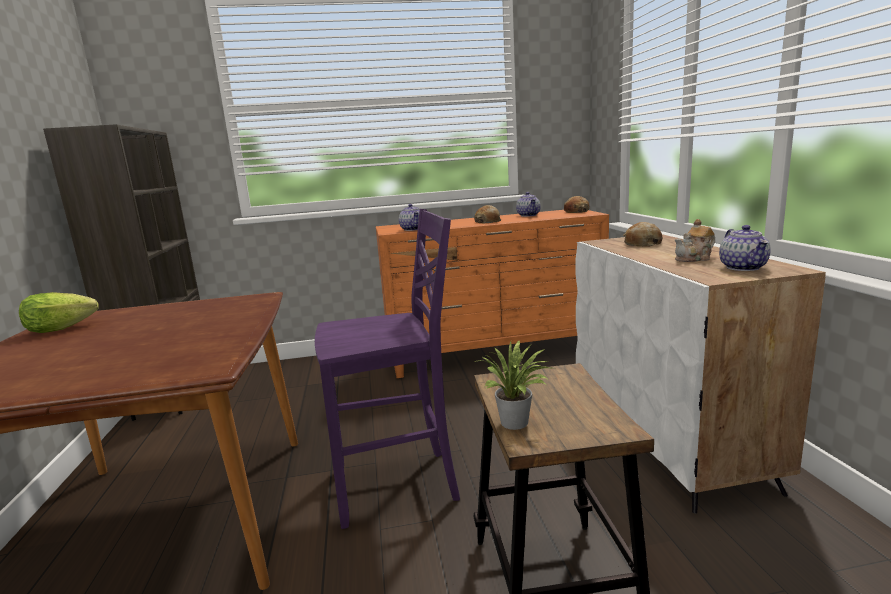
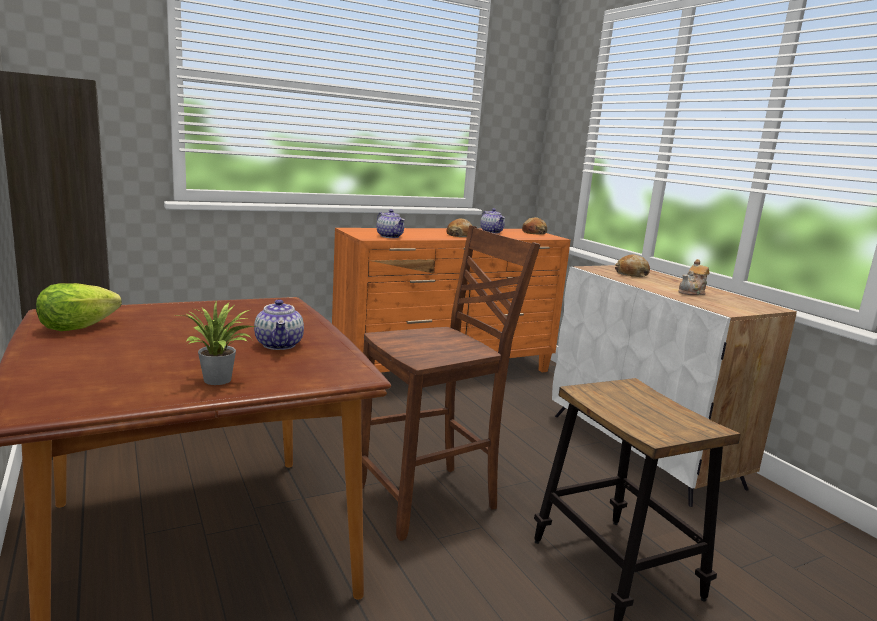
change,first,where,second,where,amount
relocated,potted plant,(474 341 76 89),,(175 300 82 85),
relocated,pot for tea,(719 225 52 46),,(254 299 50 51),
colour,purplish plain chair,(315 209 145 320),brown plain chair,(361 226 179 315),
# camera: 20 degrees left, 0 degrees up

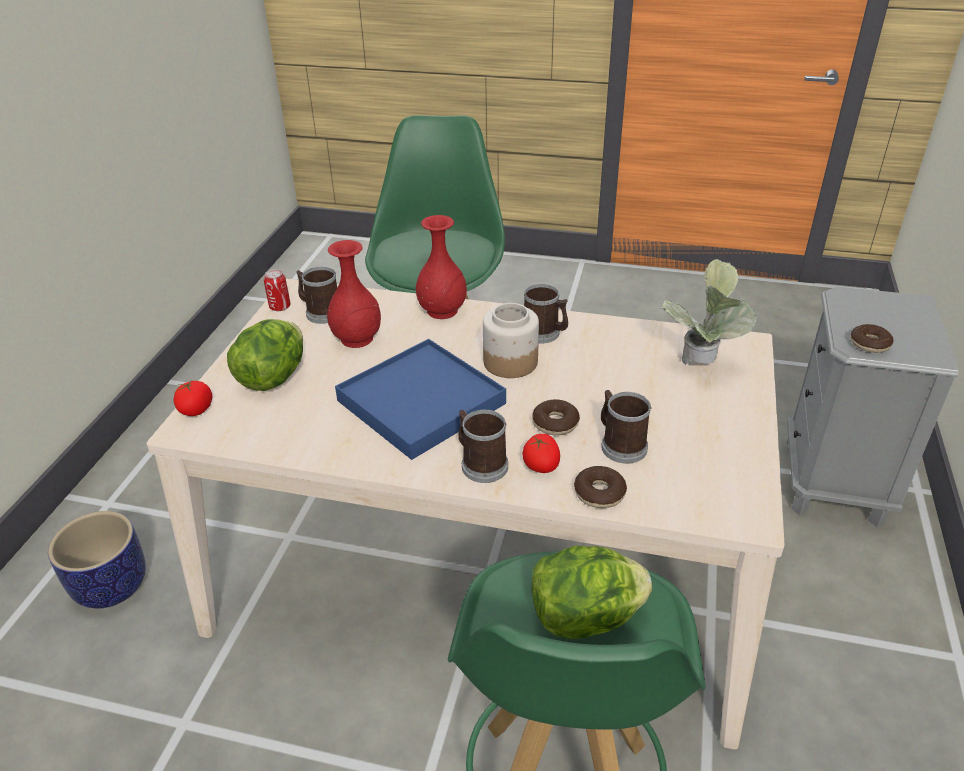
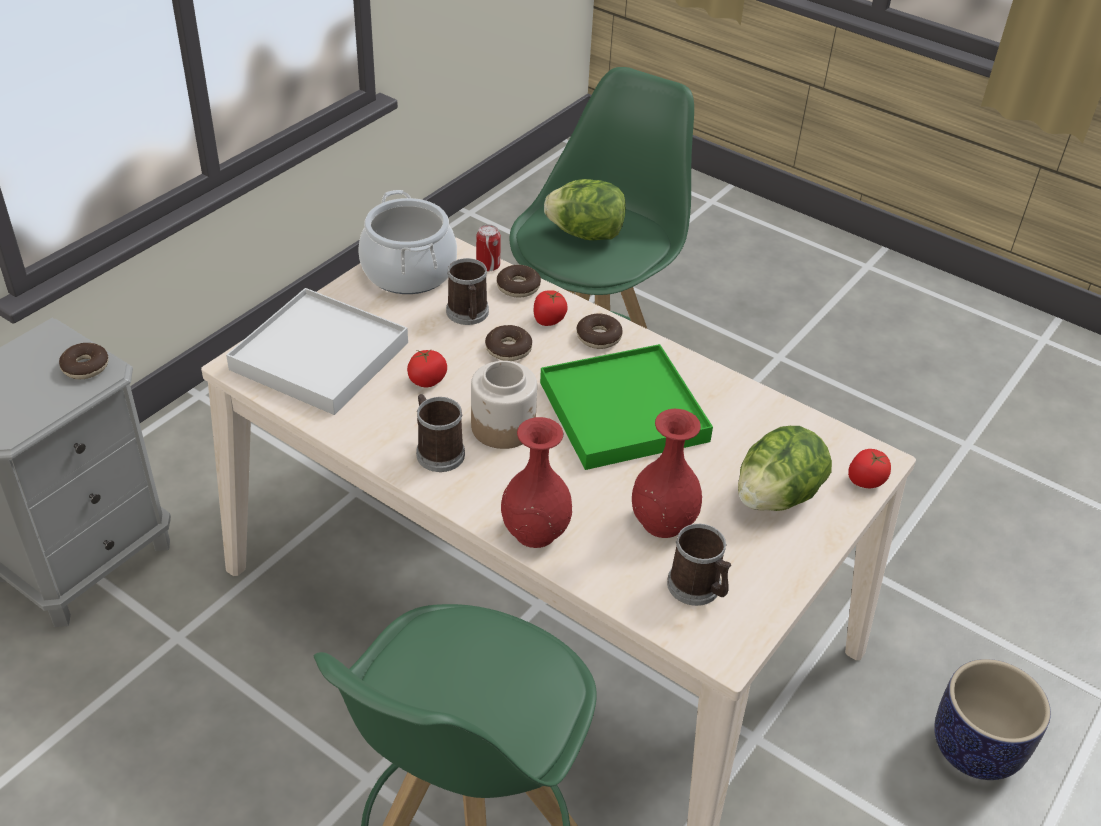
change,first,where,second,where,amount
appeared,,,saucepot,(358 190 99 104),
appeared,,,fresh tomato,(407 350 40 37),
relocated,sealed can,(264 269 26 42),,(476 225 25 46),
exchanged,coffee mug,(458 410 50 73),ring doughnut,(576 313 46 36),
exchanged,potted plant,(661 259 95 106),whitish carrying tray,(226 288 182 127),
colour,blue-coloured carrying tray,(335 339 171 121),green carrying tray,(540 344 173 126),
# camera: 160 degrees left, 5 degrees up

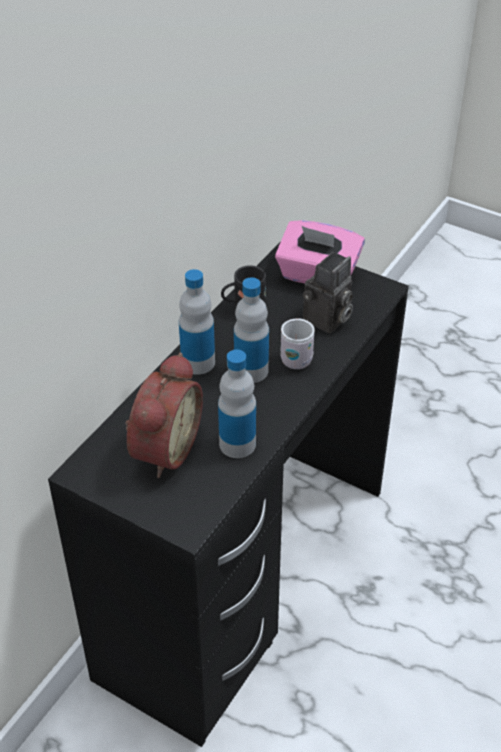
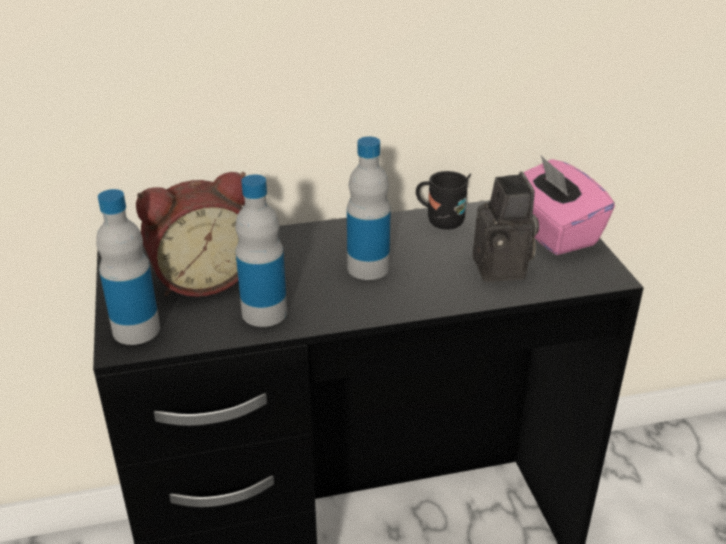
change,first,where,second,where,amount
missing,whitish coffee mug,(280 318 35 51),,,
relocated,drink bottle,(179 269 36 106),,(96 189 64 156),
spun,still camera,(303 252 50 81),,(473 172 66 110),90 degrees counterclockwise
# camera: 45 degrees right, 10 degrees down

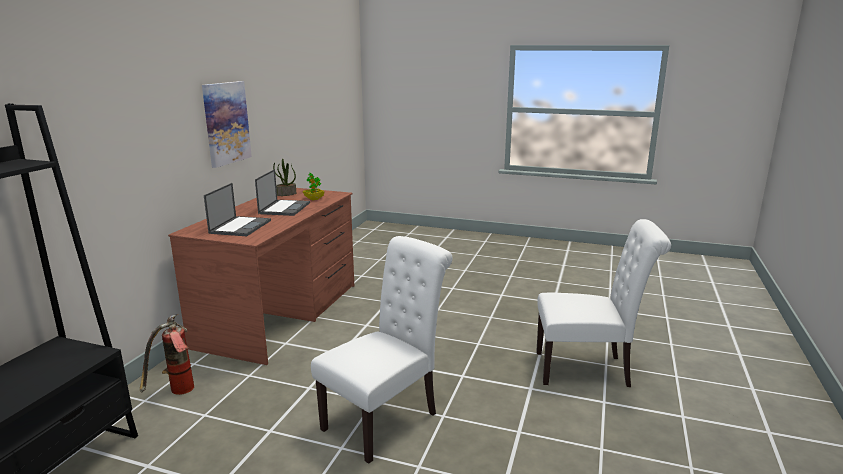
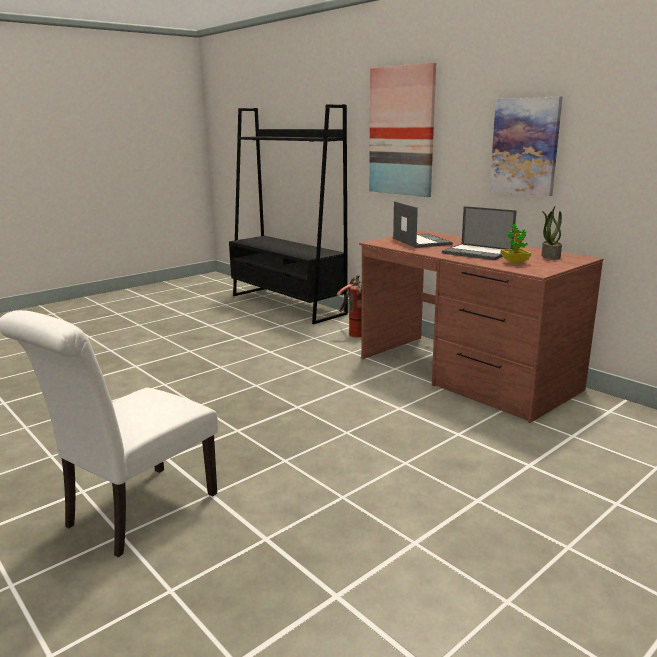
change,first,where,second,where,amount
missing,whitish plain chair,(311 236 142 228),,,
appeared,,,wall art,(369 62 67 135),
spun,laptop,(204 183 67 53),,(393 201 60 47),150 degrees counterclockwise
# camera: 120 degrees right, 0 degrees up

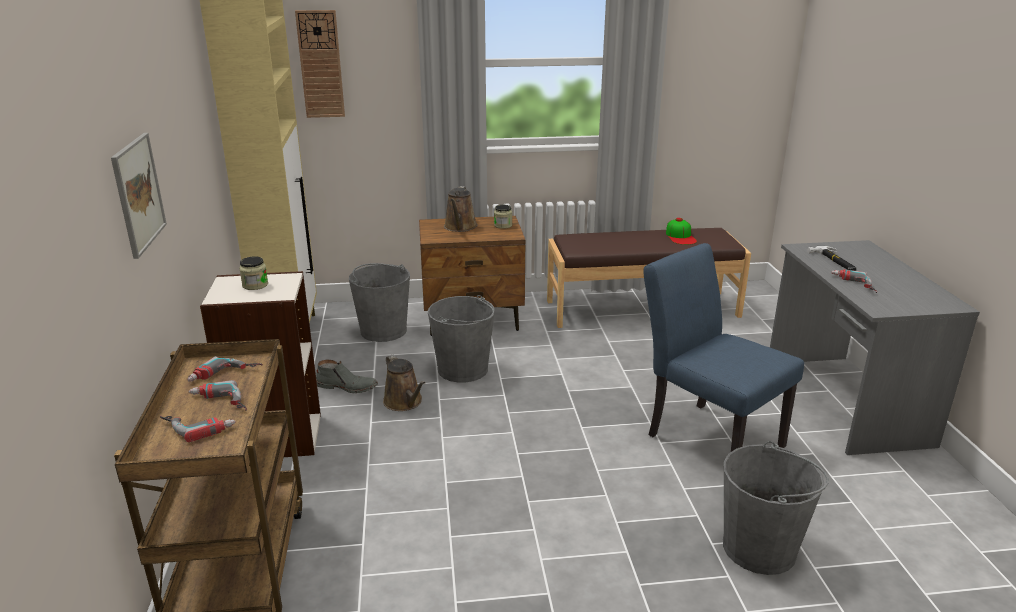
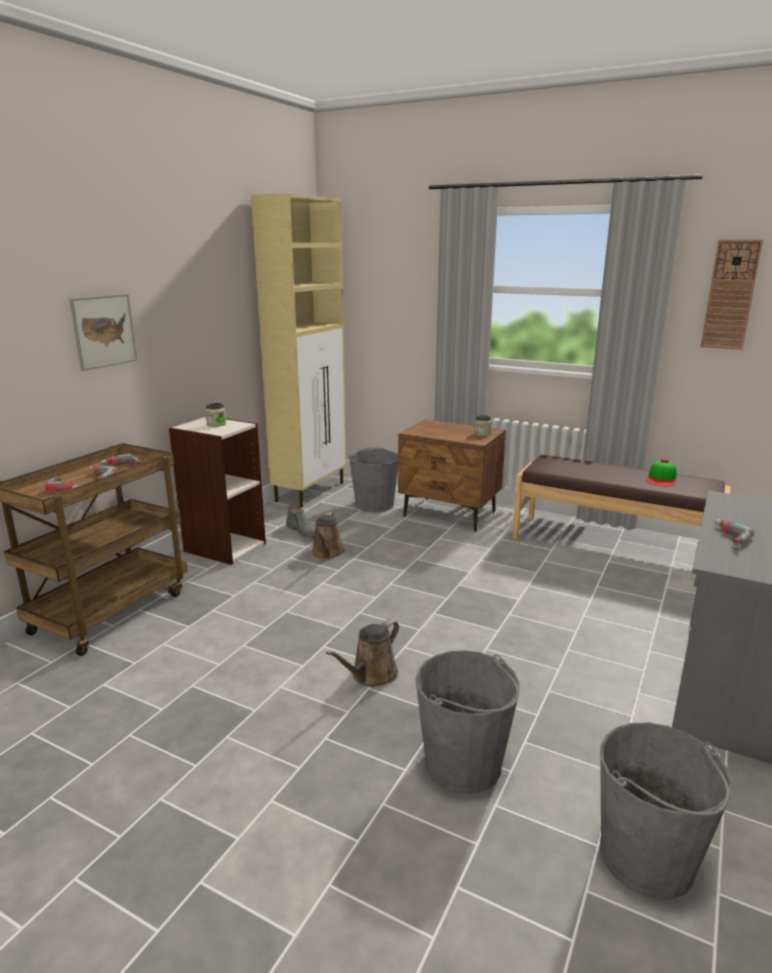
change,first,where,second,where,amount
missing,blue-coloured plain chair,(644 243 160 209),,,
missing,hand hammer,(807 246 50 25),,,
relocated,clock on the wall,(295 10 50 108),,(701 240 62 110),
relocated,grey water bucket,(428 295 67 87),,(600 722 133 178),
relocated,brown sprinkling can,(444 186 34 46),,(326 619 73 68),
# camera: 35 degrees right, 5 degrees down

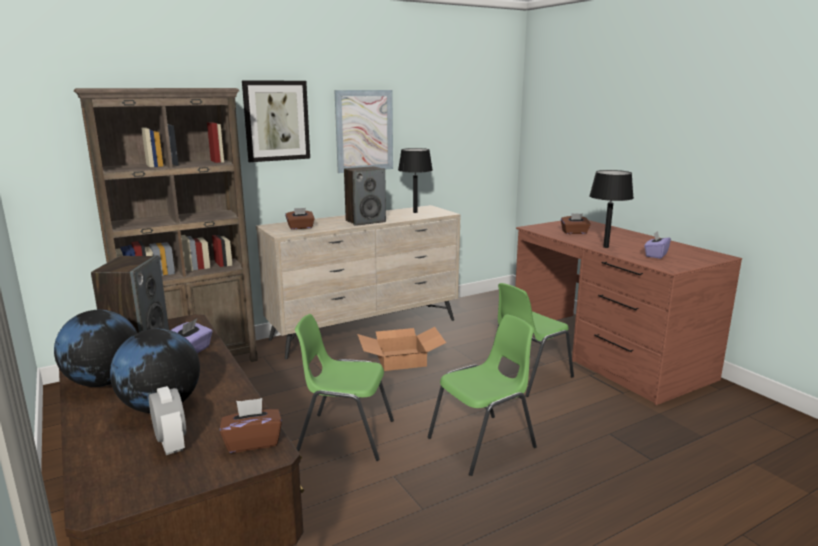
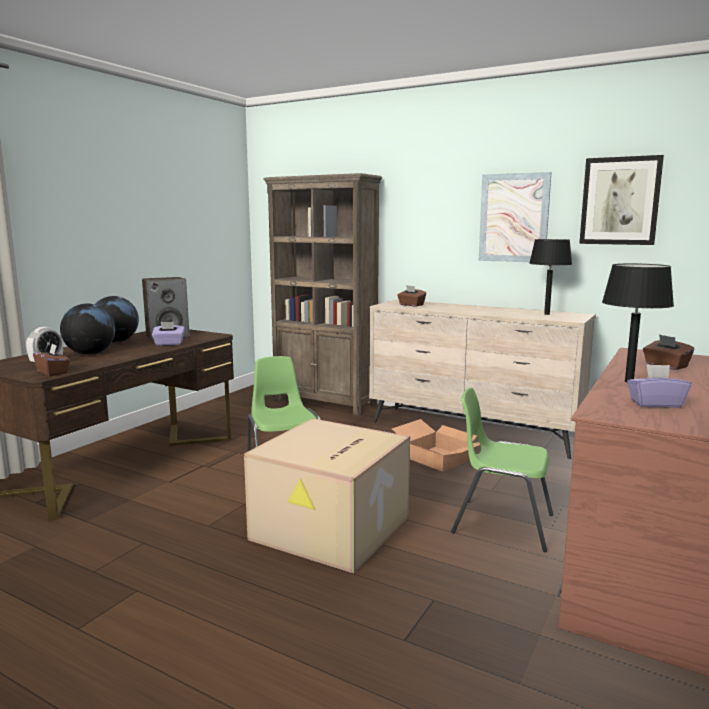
change,first,where,second,where,amount
missing,speaker,(344 166 42 60),,,
relocated,wall art,(242 81 68 81),,(579 155 85 90),
exchanged,green plain chair,(428 314 109 162),carton,(244 418 166 156),
# camera: 60 degrees right, 5 degrees down

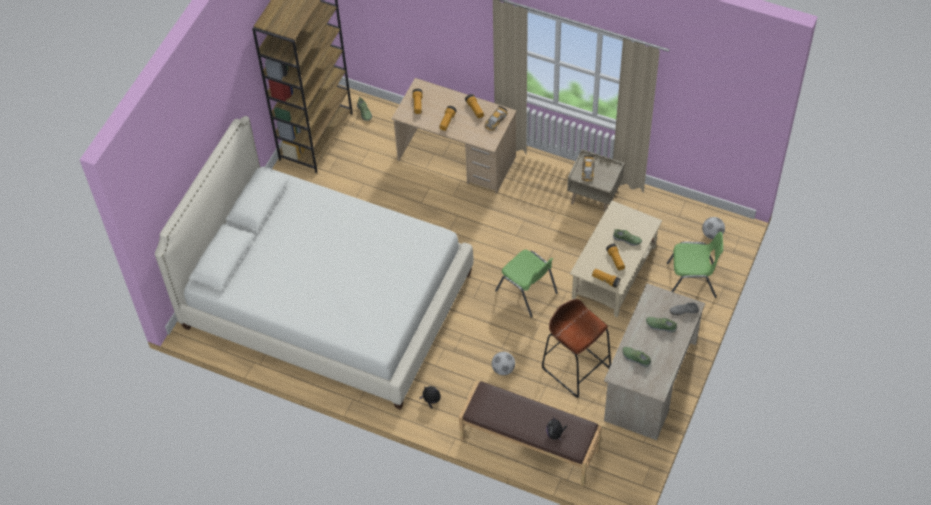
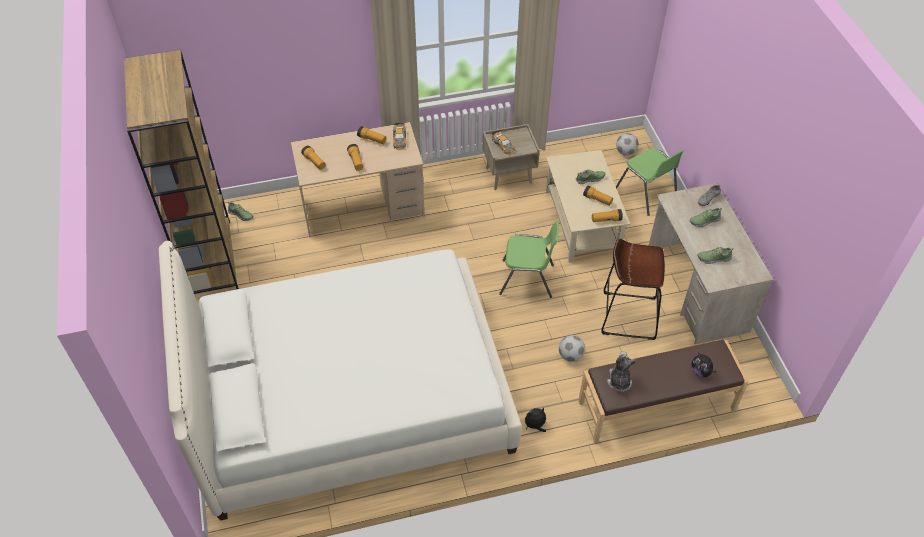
change,first,where,second,where,amount
appeared,,,plush toy,(607 351 29 42),
spun,green plain chair,(667 232 56 66),,(616 148 68 68),90 degrees clockwise
# camera: 40 degrees left, 5 degrees down

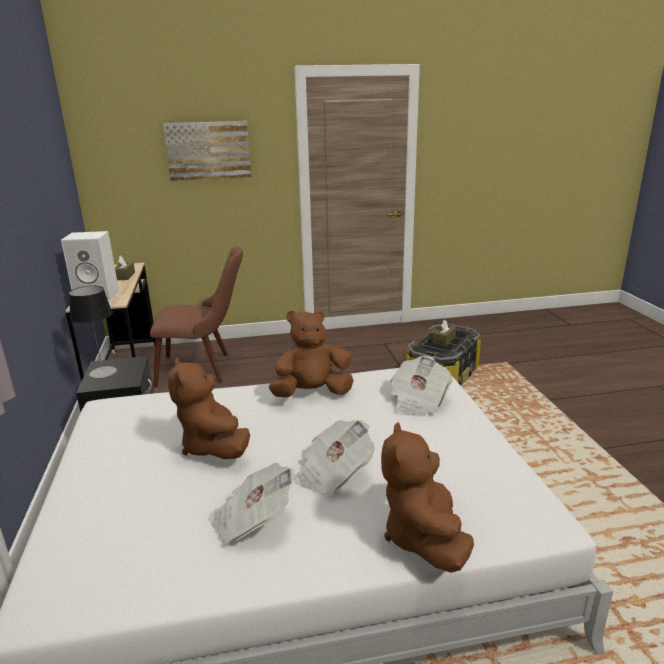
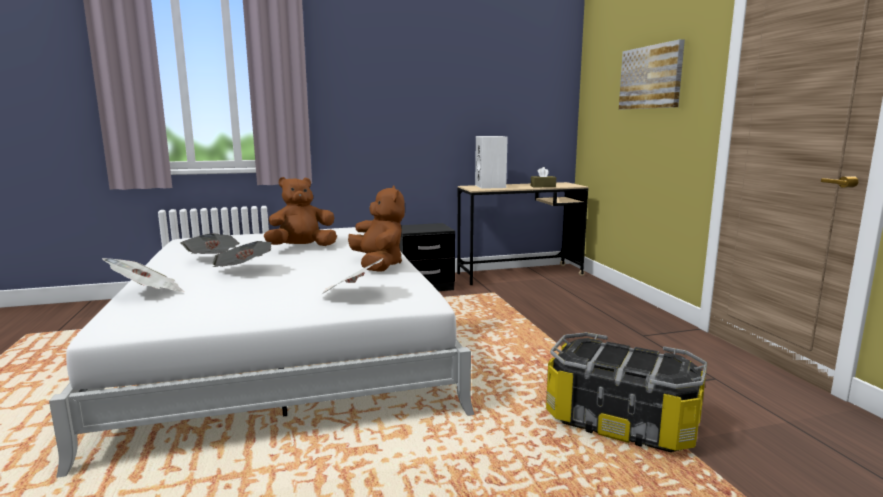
change,first,where,second,where,amount
missing,table lamp,(69 286 48 92),,,
missing,brown plain chair,(150 246 93 142),,,
missing,brown tissue holder,(433 320 23 26),,,
exchanged,brown plush toy,(381 422 93 151),daily paper,(102 258 83 34),
# camera: 85 degrees right, 10 degrees down

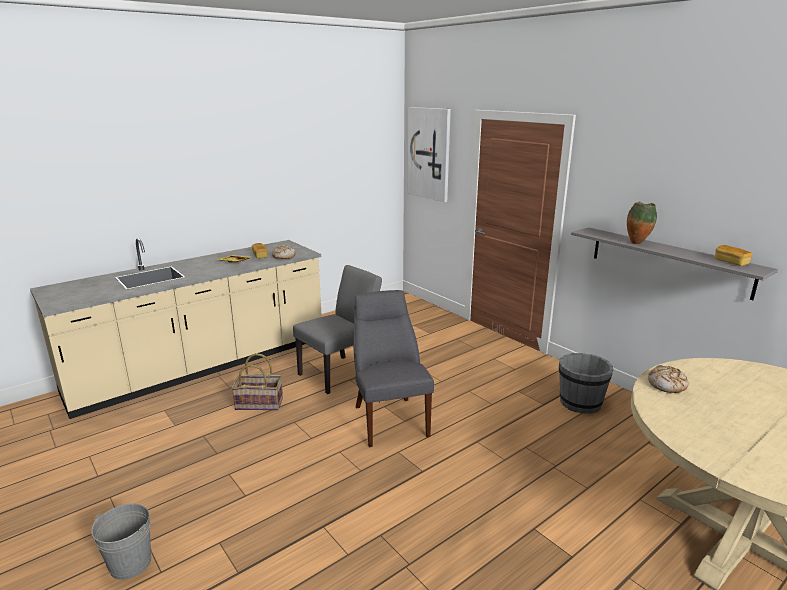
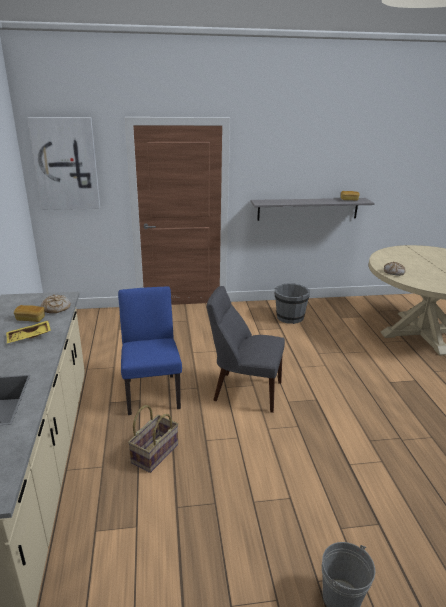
change,first,where,second,where,amount
missing,decorative vase,(627 202 30 42),,,
colour,grey plain chair,(293 265 89 129),blue-coloured plain chair,(118 286 64 129),
# camera: 60 degrees left, 5 degrees up

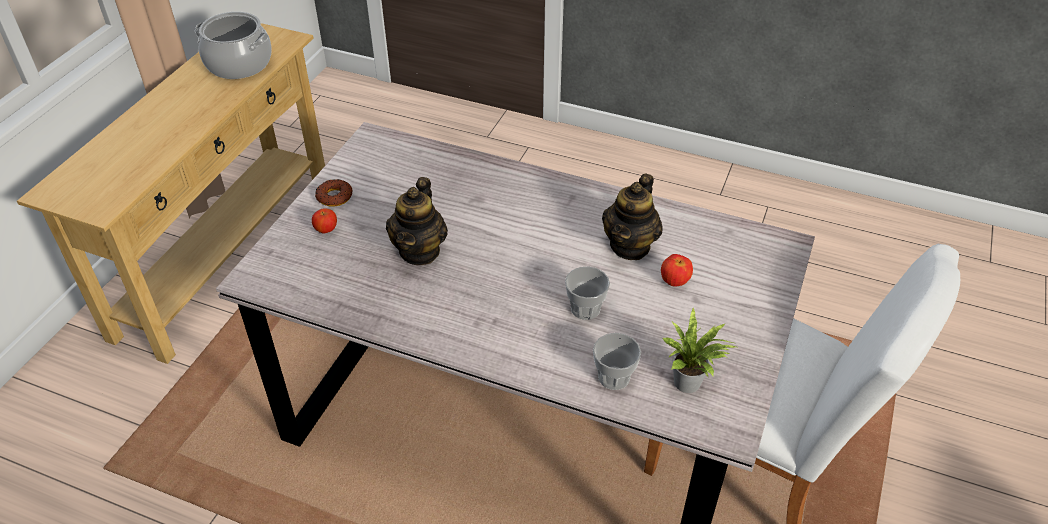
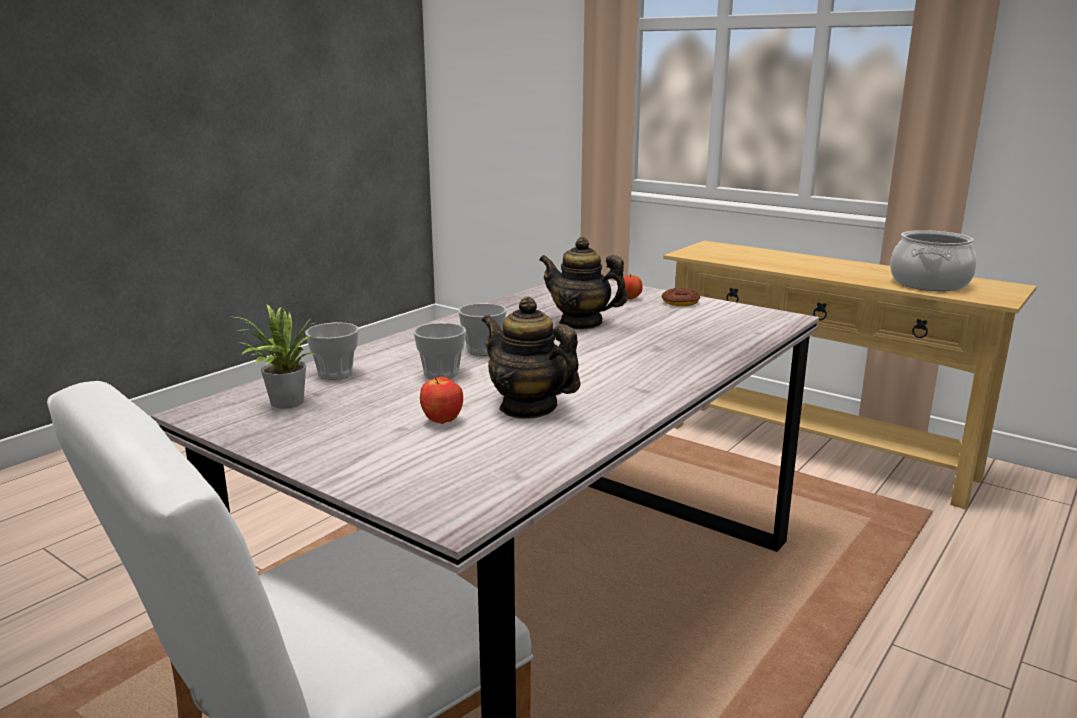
change,first,where,second,where,amount
appeared,,,drinking cup,(458 303 49 53),
# camera: 105 degrees right, 25 degrees down

